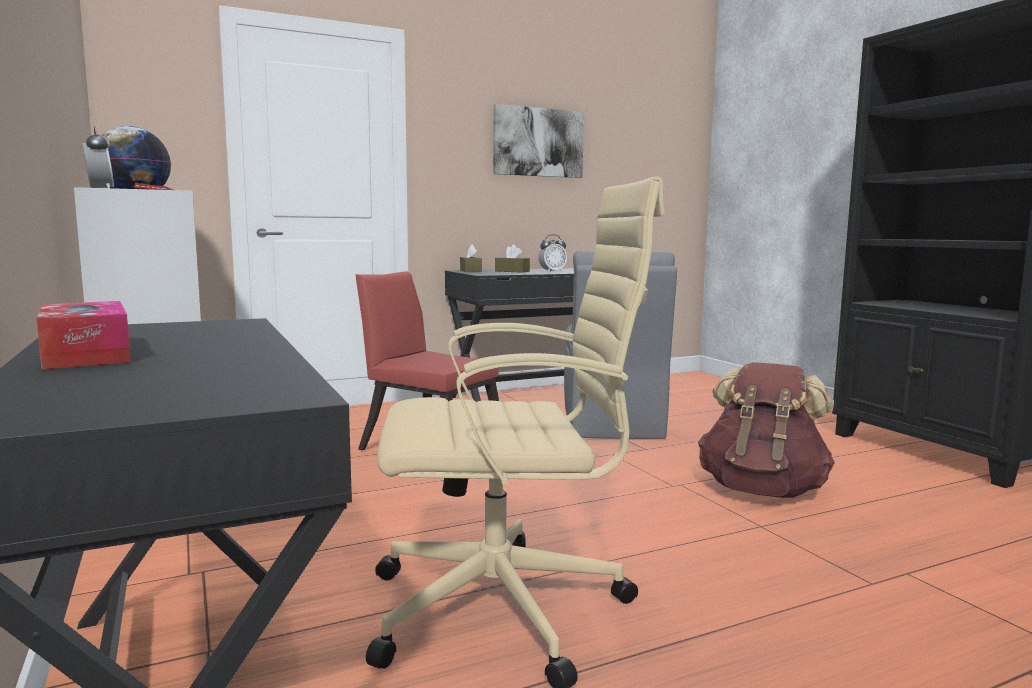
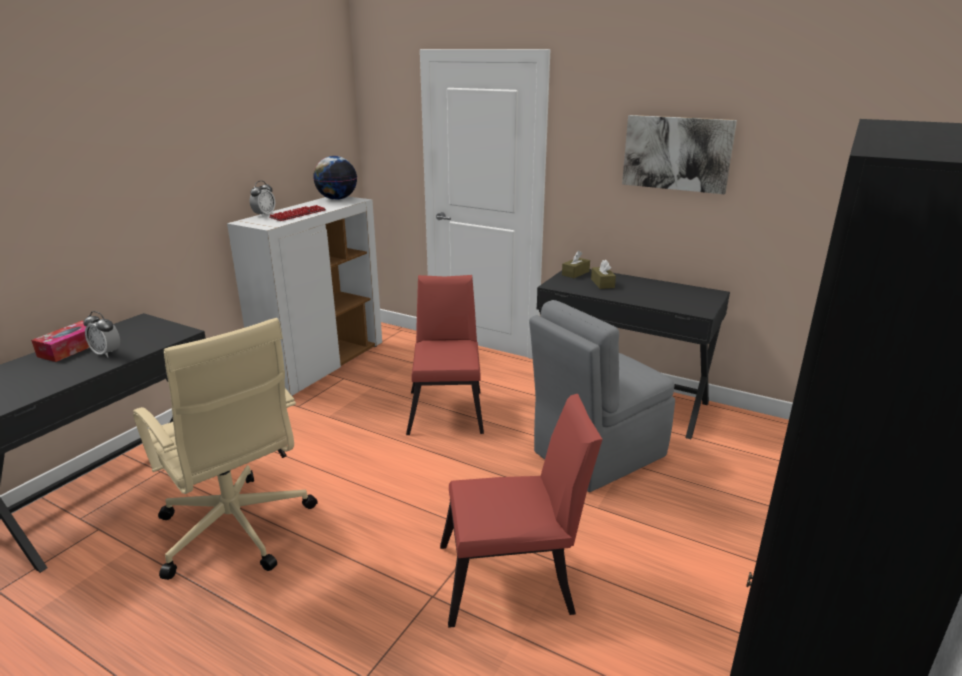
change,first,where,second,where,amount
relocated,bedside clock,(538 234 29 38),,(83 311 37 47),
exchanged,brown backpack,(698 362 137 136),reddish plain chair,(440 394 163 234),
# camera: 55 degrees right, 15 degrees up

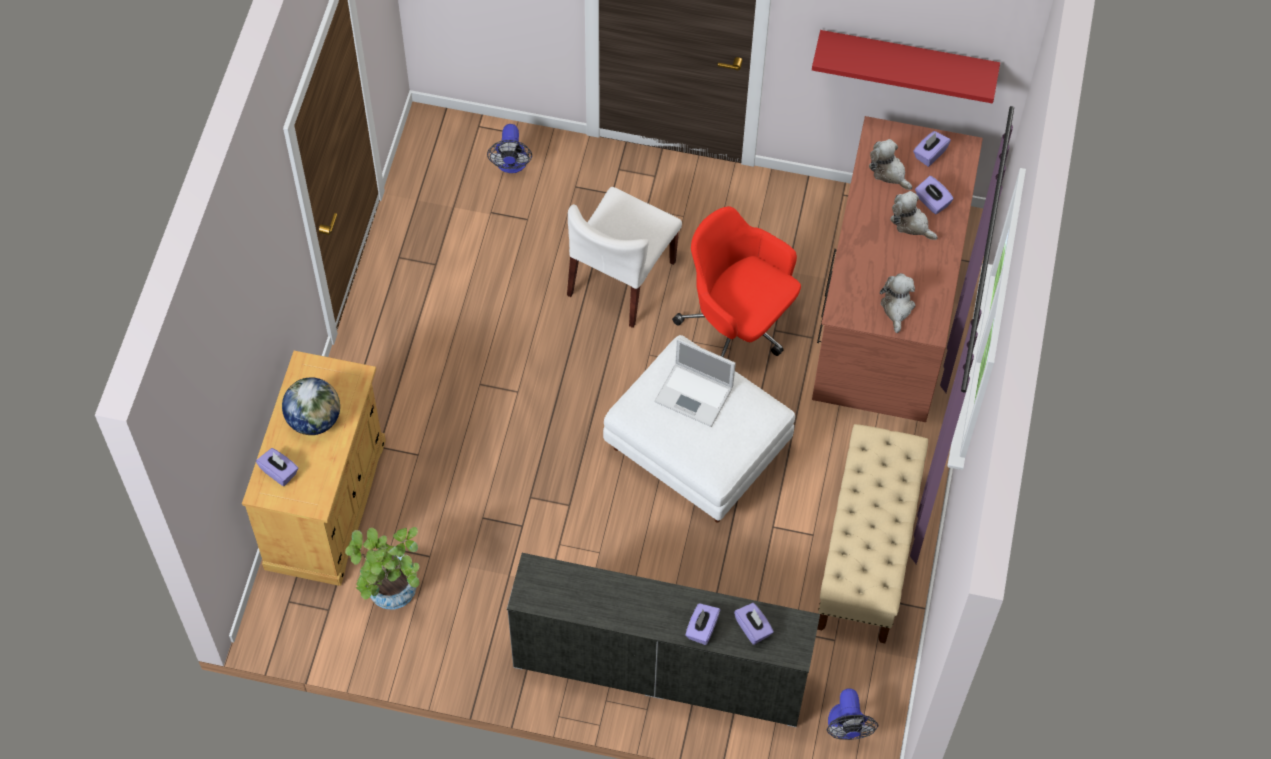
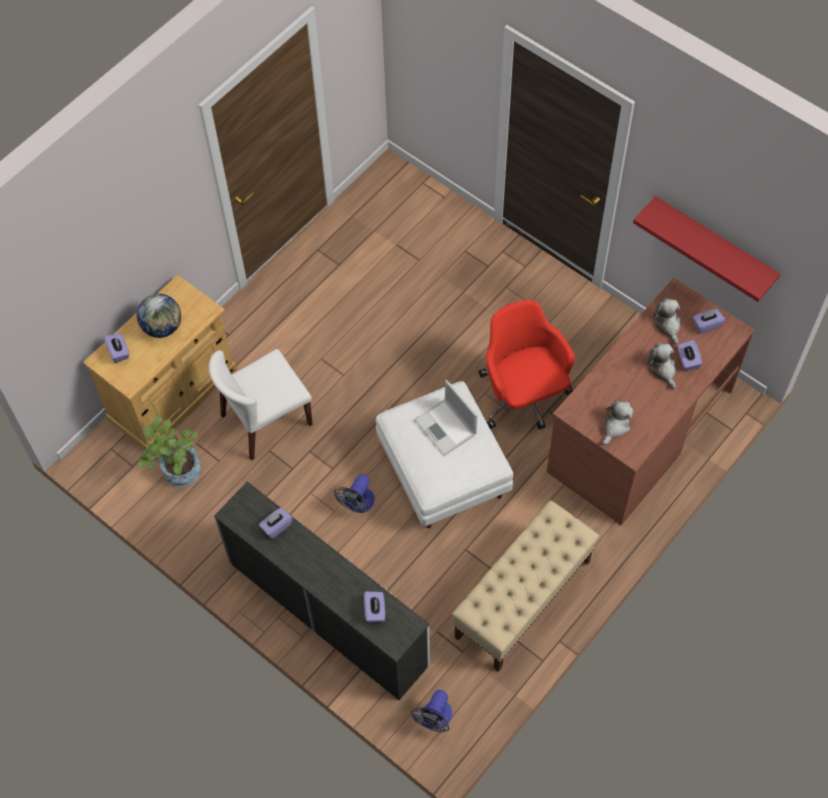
change,first,where,second,where,amount
relocated,cooling fan,(487 124 45 49),,(334 474 41 39),
relocated,whitish plain chair,(567 187 115 141),,(209 349 104 111),
relocated,purplish tissue holder,(685 603 35 42),,(259 507 34 32),
# camera: 30 degrees right, 0 degrees up

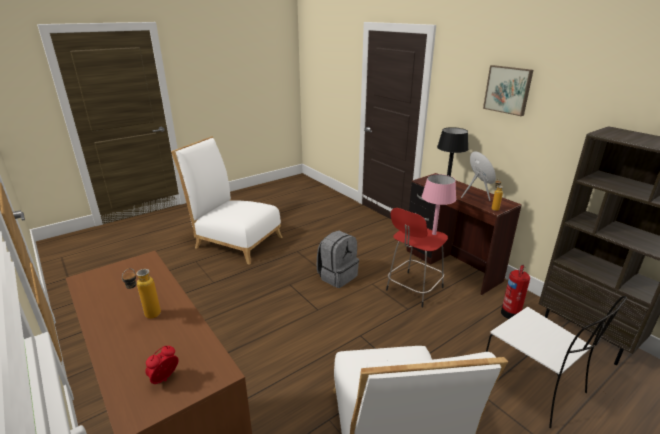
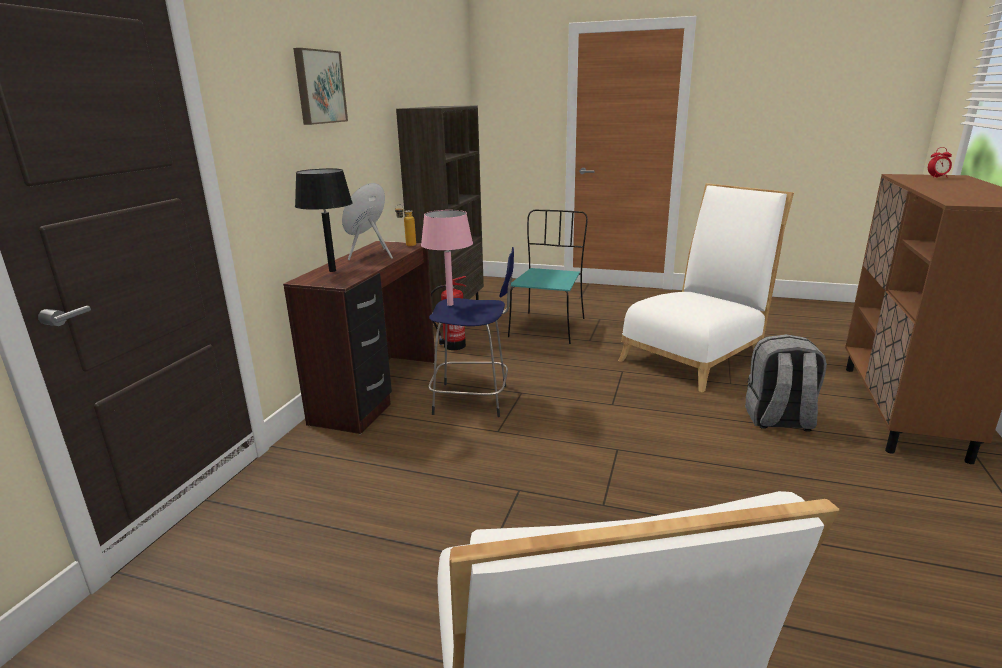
change,first,where,second,where,amount
missing,drink bottle,(122 268 39 51),,,
relocated,grey backpack,(317 230 42 58),,(745 334 82 98),
colour,reddish sitting stool,(386 208 62 99),blue-coloured sitting stool,(428 247 86 170),
colour,whitish plain chair,(486 296 141 132),turquoise plain chair,(508 210 80 134),
# camera: 125 degrees left, 5 degrees down

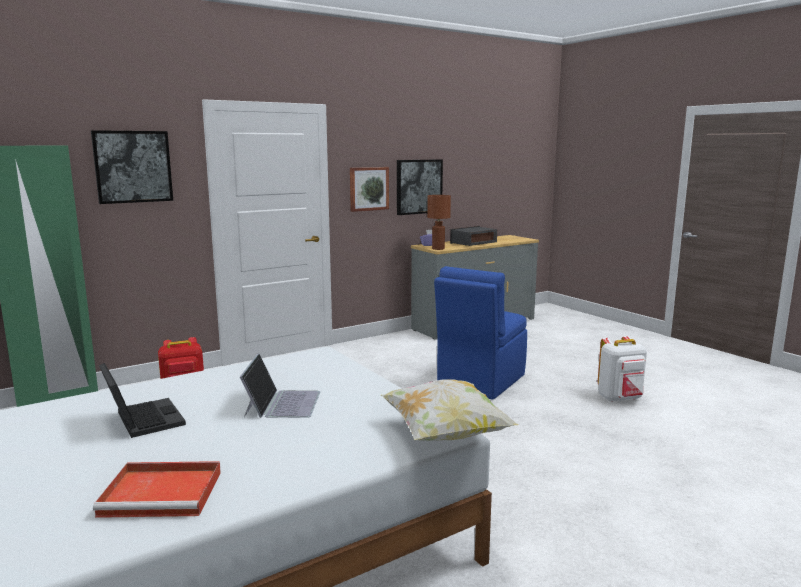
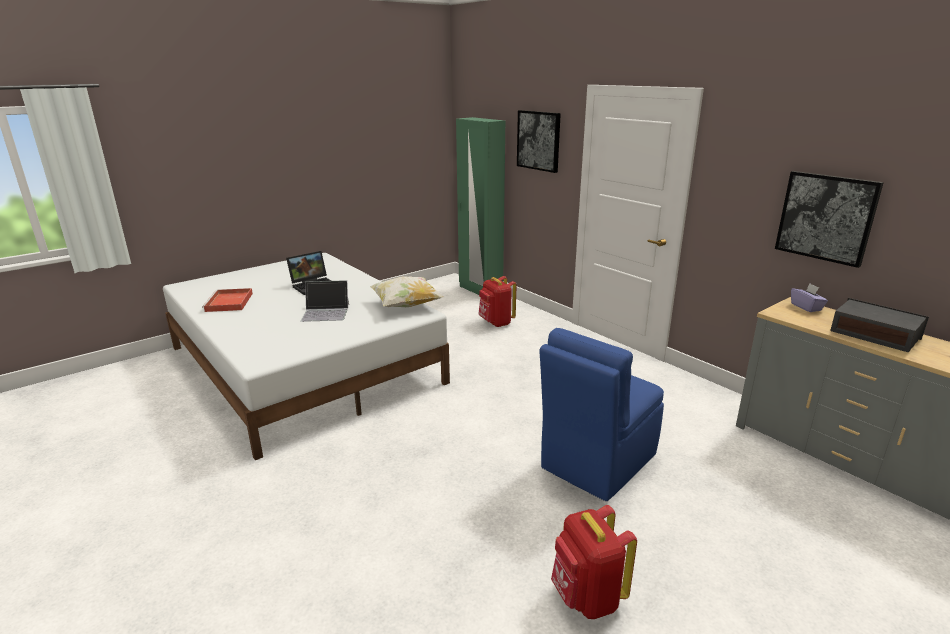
change,first,where,second,where,amount
missing,wall art,(350 167 39 45),,,
missing,brown table lamp,(427 195 24 55),,,
relocated,throw pillow,(381 379 138 62),,(369 276 75 31),
colour,whitish backpack,(598 336 49 66),reddish backpack,(551 505 86 114),
spun,blue-coloured plain chair,(434 266 93 134),,(540 328 124 173),75 degrees counterclockwise
# camera: 85 degrees right, 10 degrees up

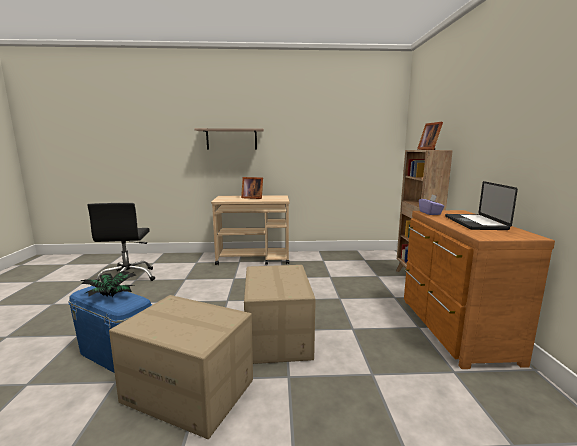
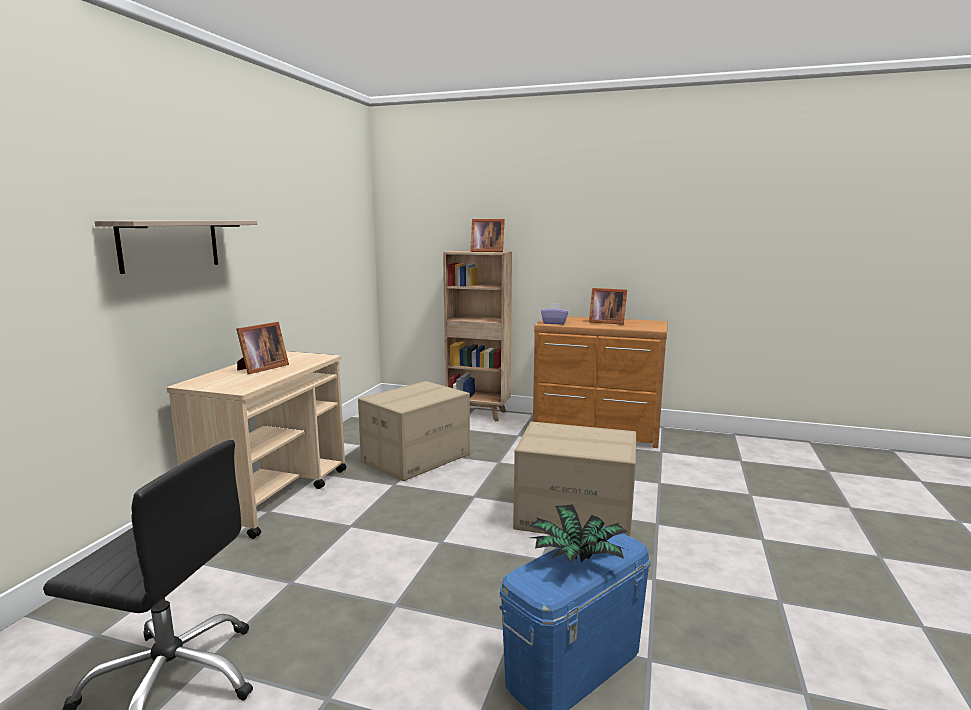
change,first,where,second,where,amount
relocated,carton,(109 295 144 144),,(358 381 112 100),
exchanged,laptop,(445 181 73 49),picture frame,(589 288 38 37),
# camera: 70 degrees left, 0 degrees up

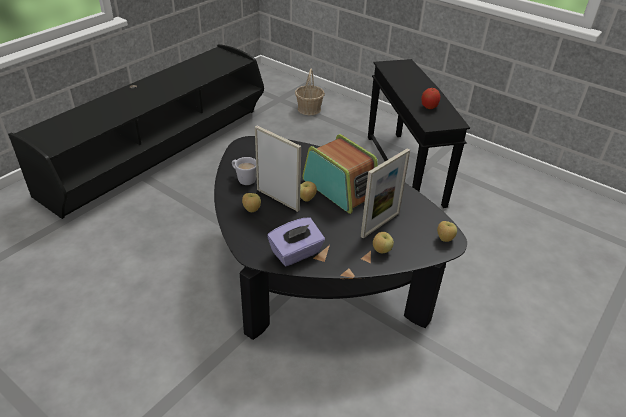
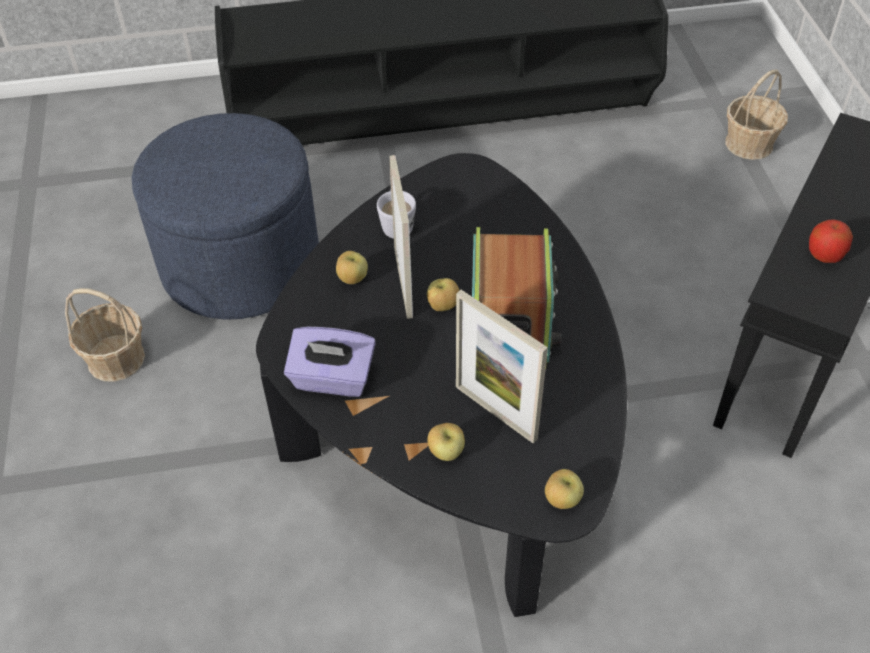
change,first,where,second,where,amount
appeared,,,household basket,(65 288 80 94),
appeared,,,blue-coloured ottoman,(132 113 187 207),
spun,picture frame,(361 148 49 90),,(456 290 92 154),45 degrees clockwise
# camera: 45 degrees right, 10 degrees up

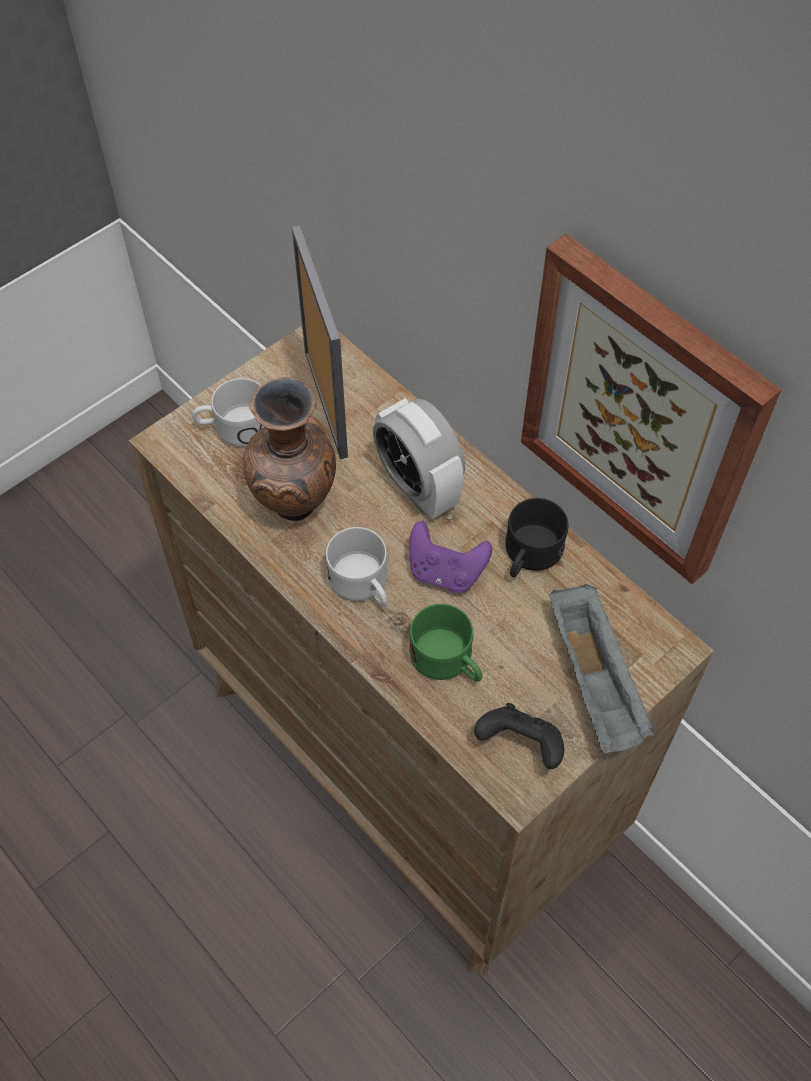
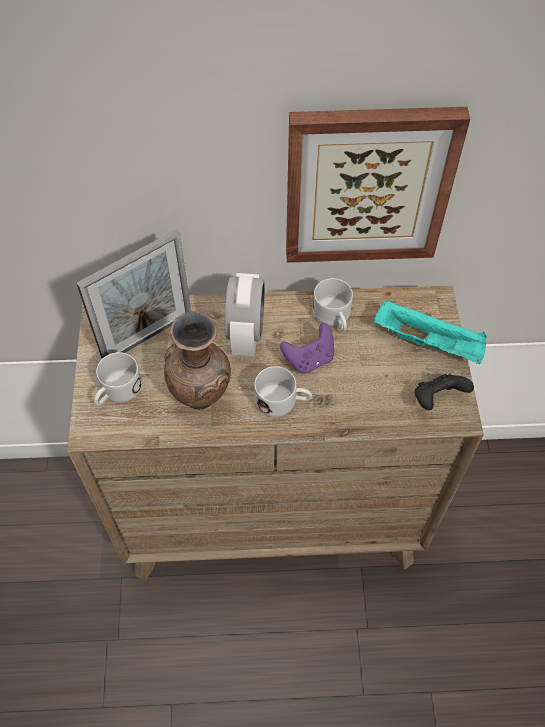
change,first,where,second,where,amount
missing,green coffee mug,(409 604 73 78),,,
colour,black-coloured coffee mug,(505 498 63 79),whitish coffee mug,(313 278 40 53),
colour,grey carrying tray,(549 584 106 169),turquoise carrying tray,(374 300 113 64),
spun,picture frame,(292 225 56 234),,(76 229 115 130),120 degrees clockwise
spun,bedside clock,(373 398 92 121),,(225 273 40 83),90 degrees counterclockwise
# camera: 50 degrees left, 0 degrees up

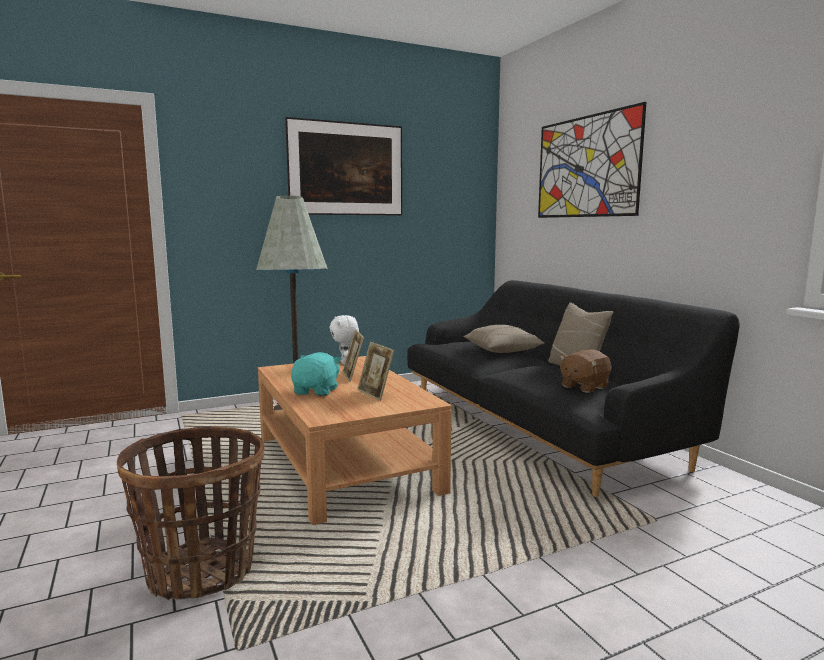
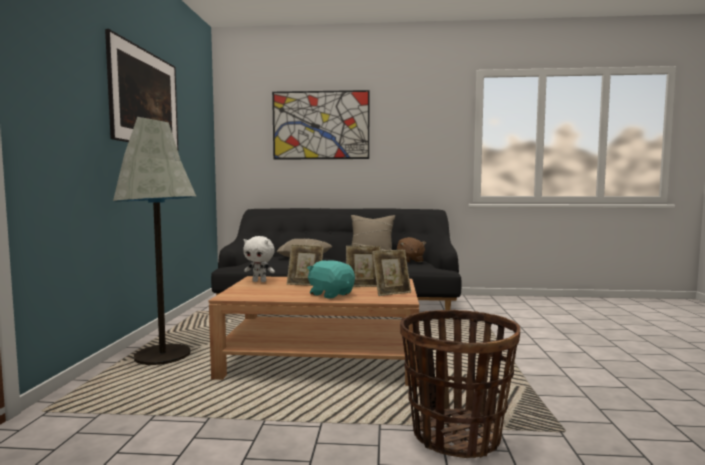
change,first,where,second,where,amount
appeared,,,picture frame,(372 250 39 46),
# camera: 60 degrees left, 5 degrees down

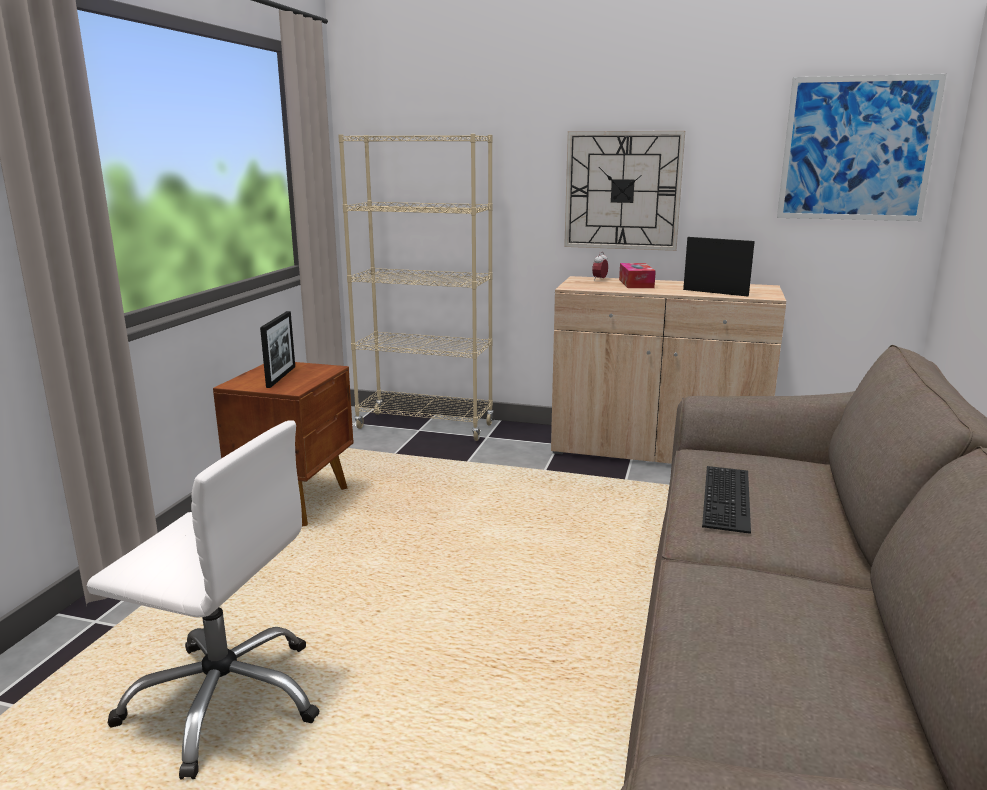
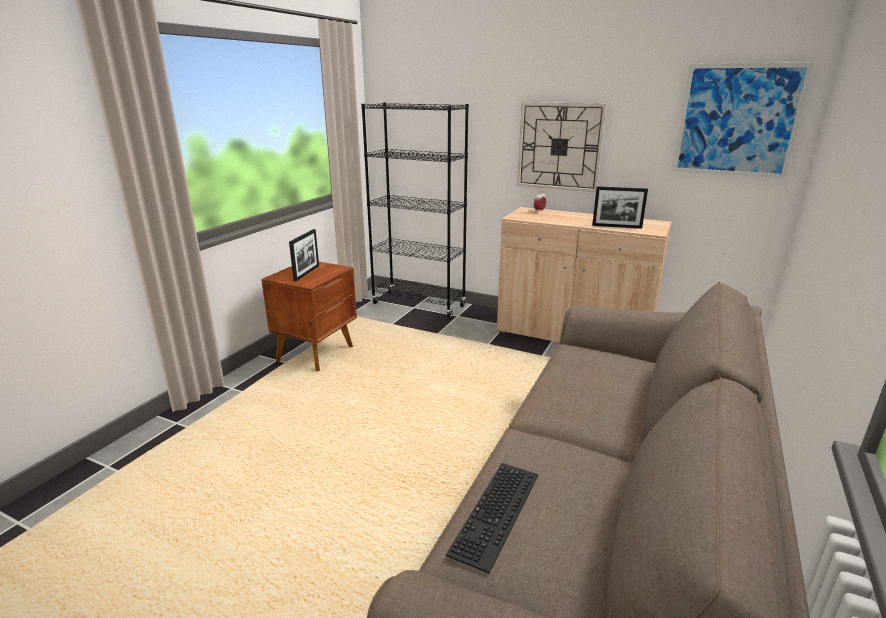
change,first,where,second,where,amount
missing,whitish desk chair,(87 420 233 359),,,
missing,tissue holder,(619 263 37 25),,,
relocated,computer keyboard,(702 466 49 68),,(446 463 92 111),
colour,sand-coloured bookshelf,(338 134 156 307),black-coloured bookshelf,(361 102 108 216),
spun,picture frame,(683 237 72 60),,(592 186 56 43),150 degrees clockwise
# camera: 10 degrees right, 5 degrees up

